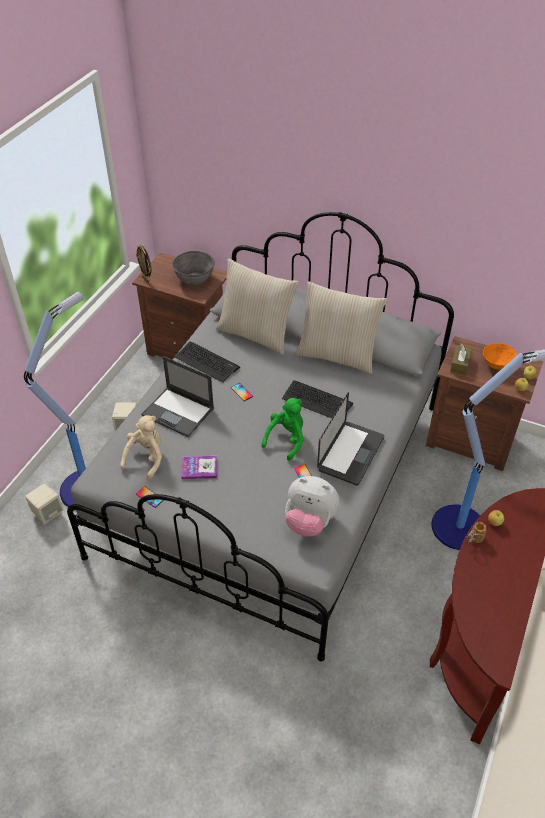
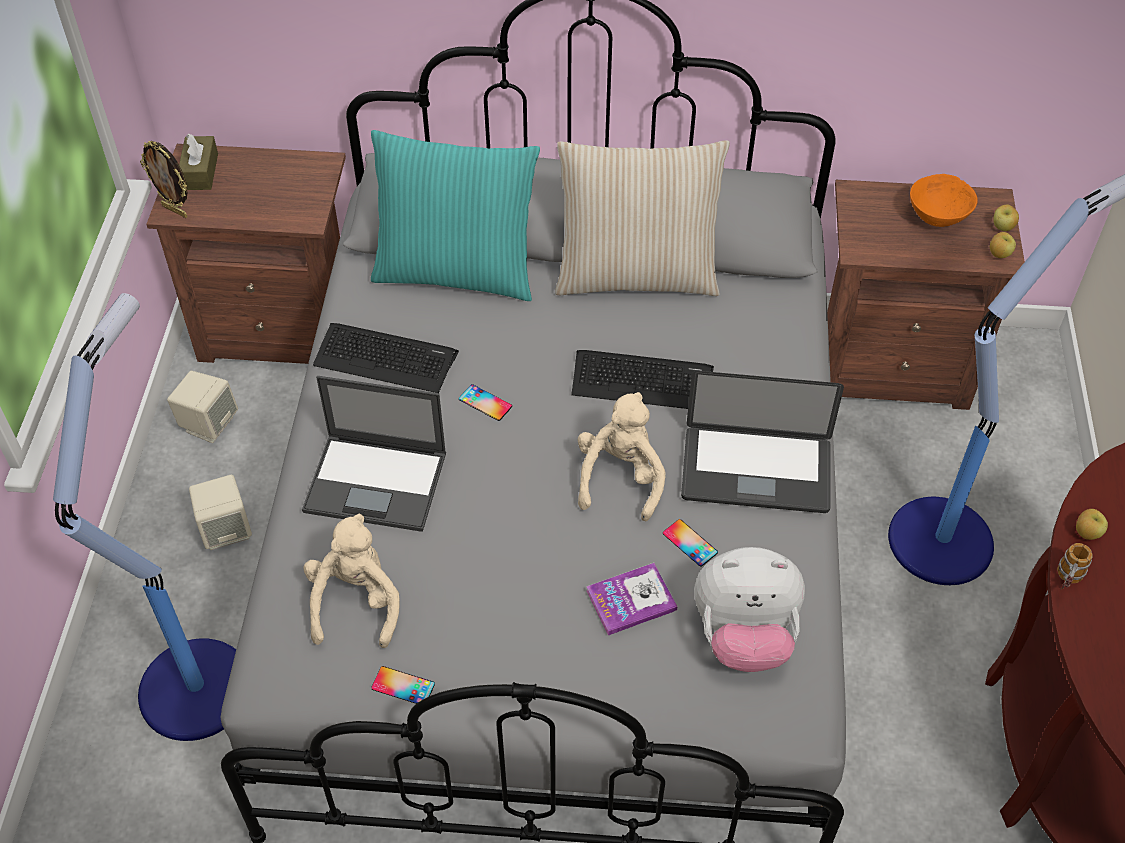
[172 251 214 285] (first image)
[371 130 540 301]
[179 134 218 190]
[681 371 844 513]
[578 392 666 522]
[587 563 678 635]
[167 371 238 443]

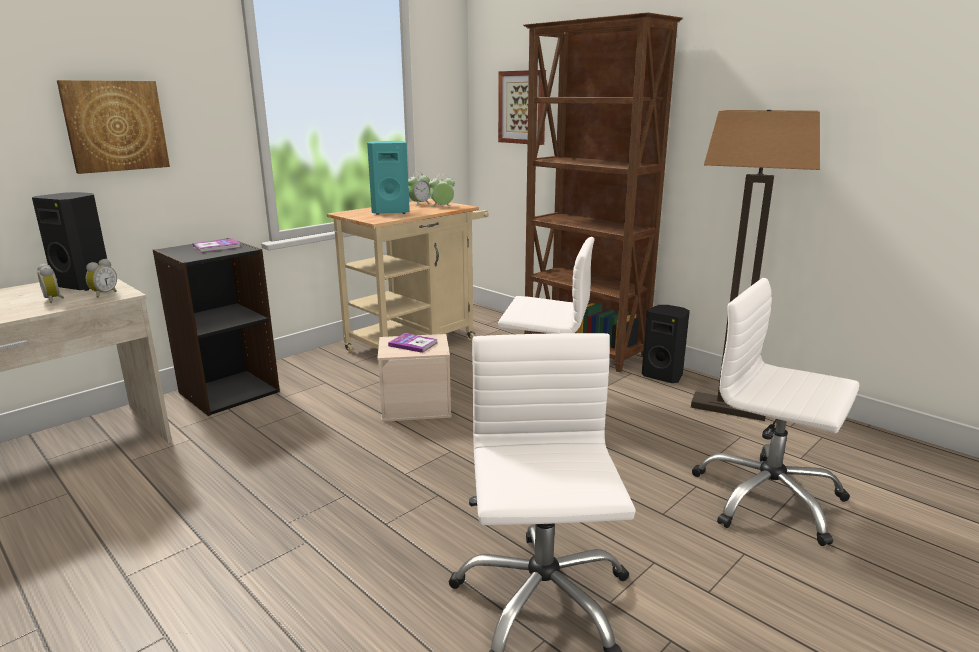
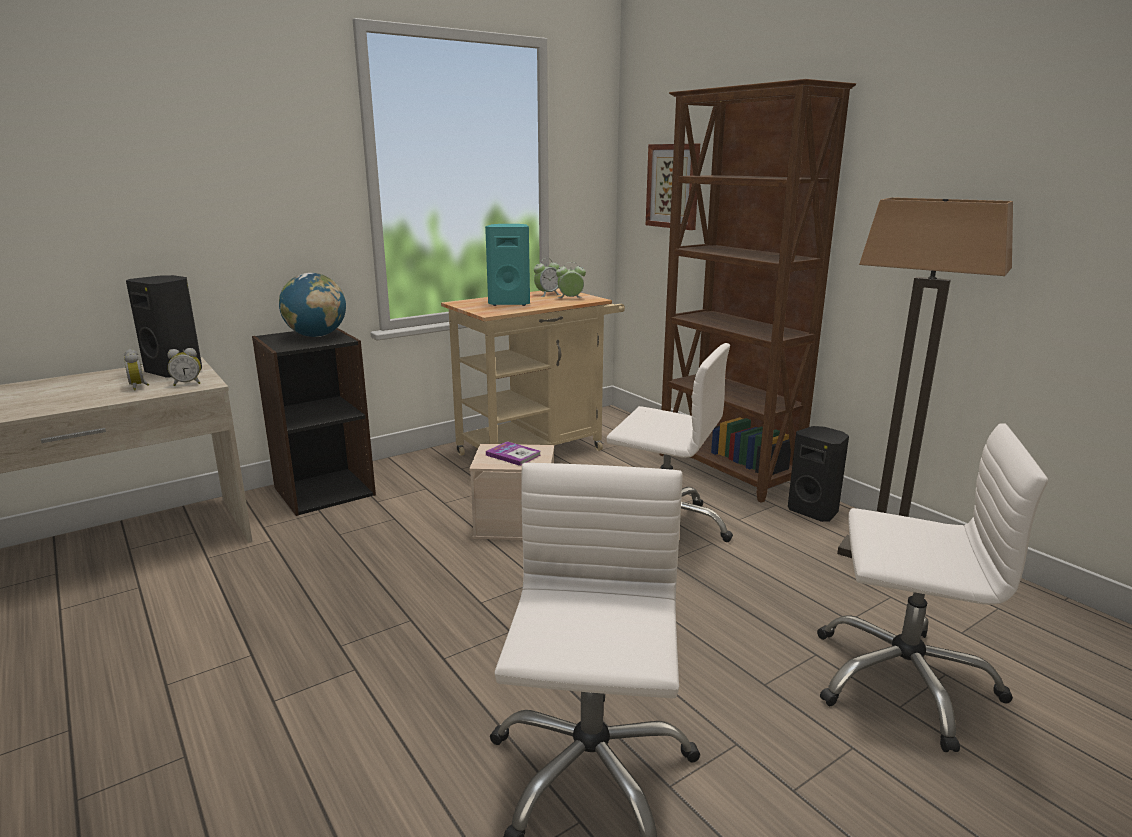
[57 80 170 174] (first image)
[279 273 346 337]
[168 348 201 386]
[817 423 1048 752]

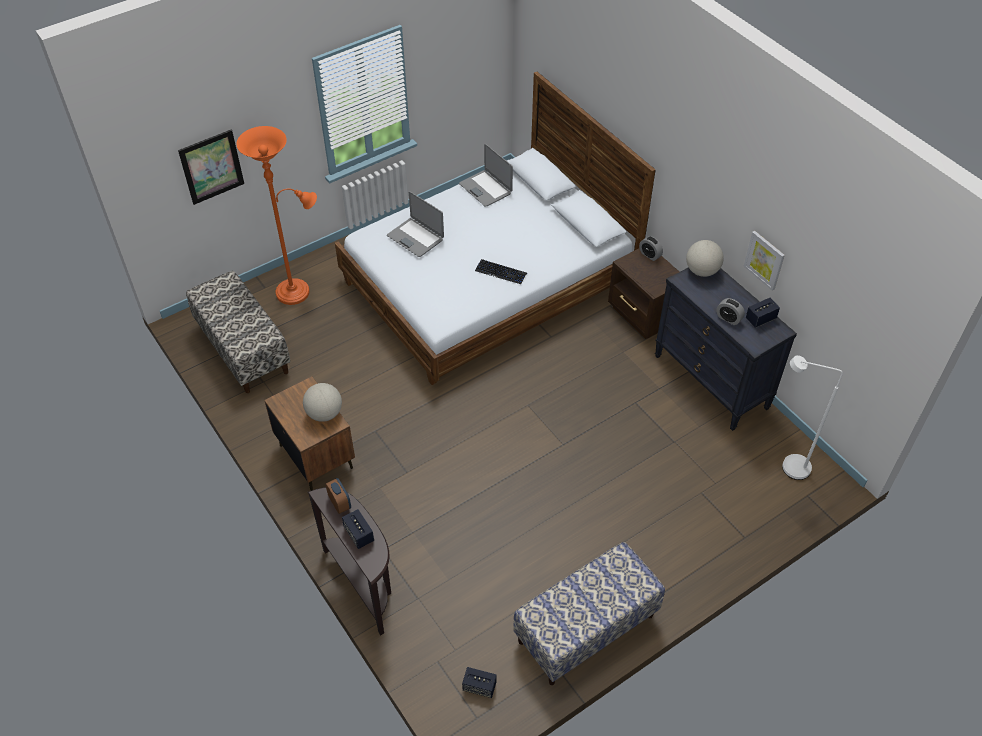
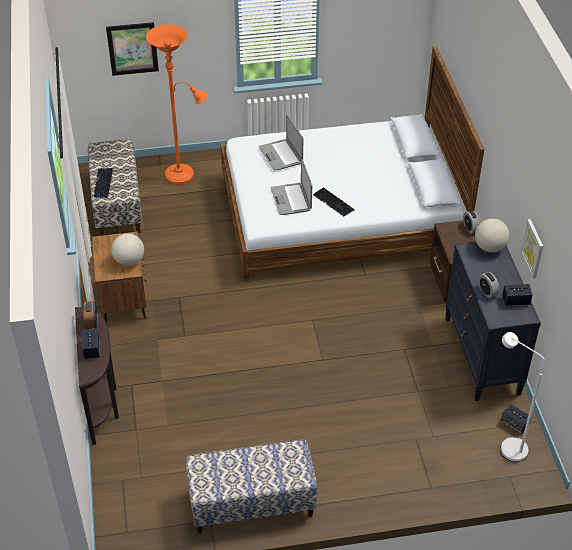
[271 159 312 215]
[501 404 531 434]
[94 168 113 197]

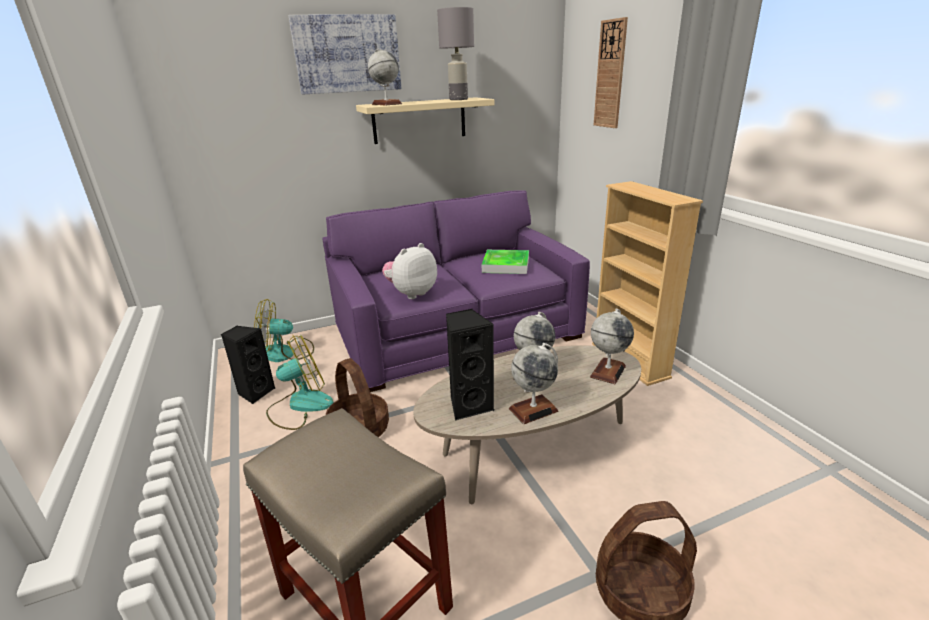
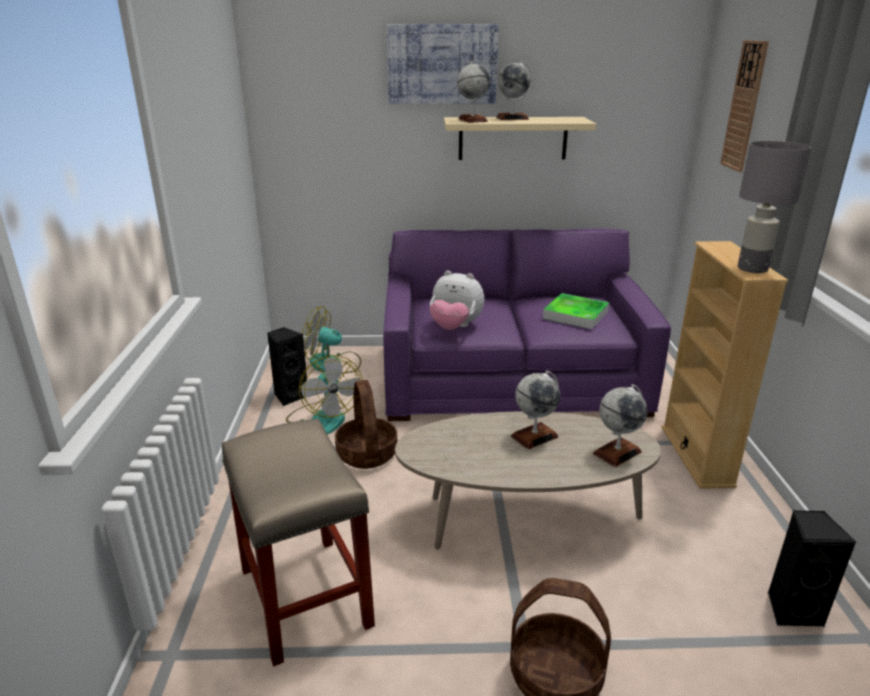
[738 141 811 273]
[430 271 484 330]
[768 510 856 628]
[286 355 362 434]
[496 61 533 120]

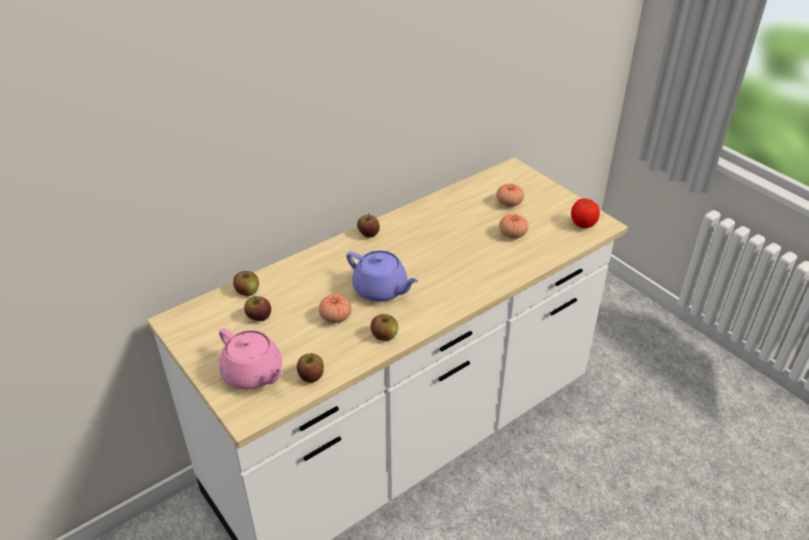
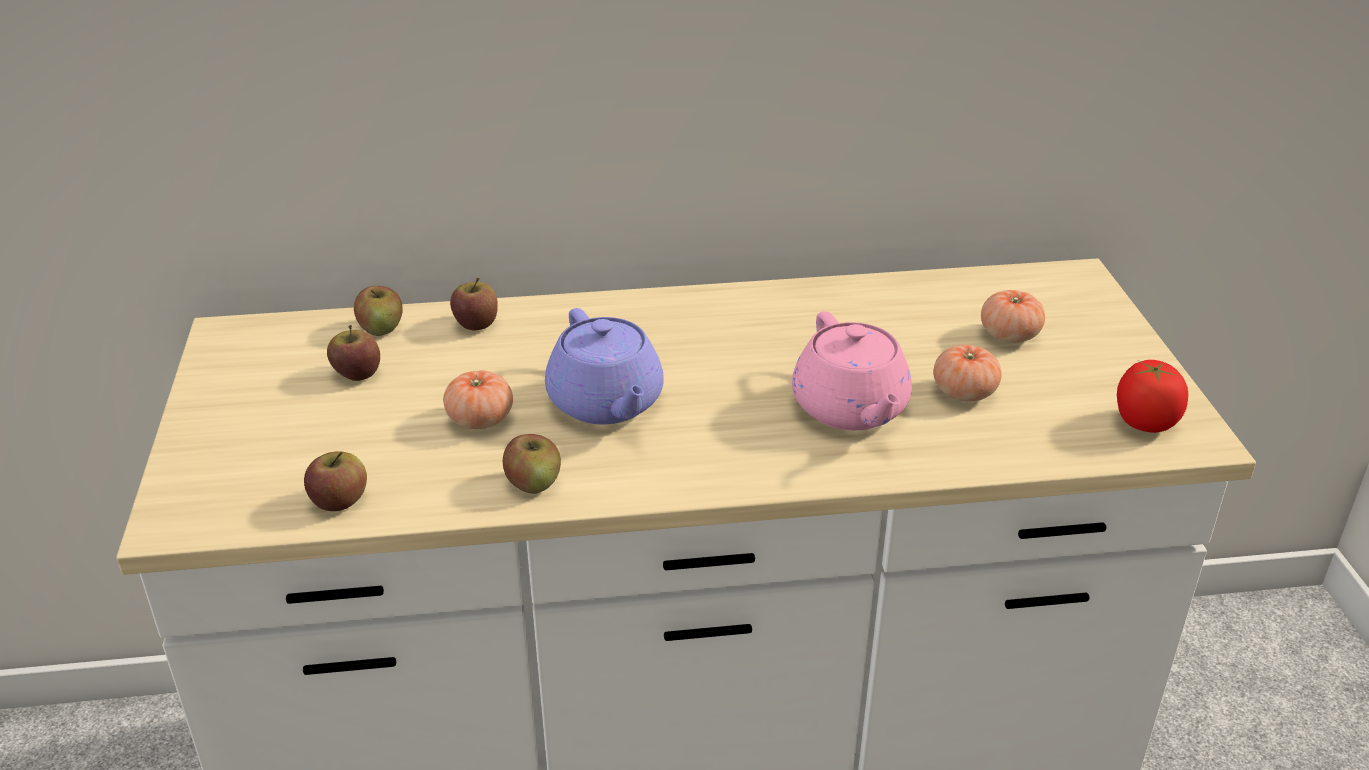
[450 278 498 330]
[792 311 912 430]

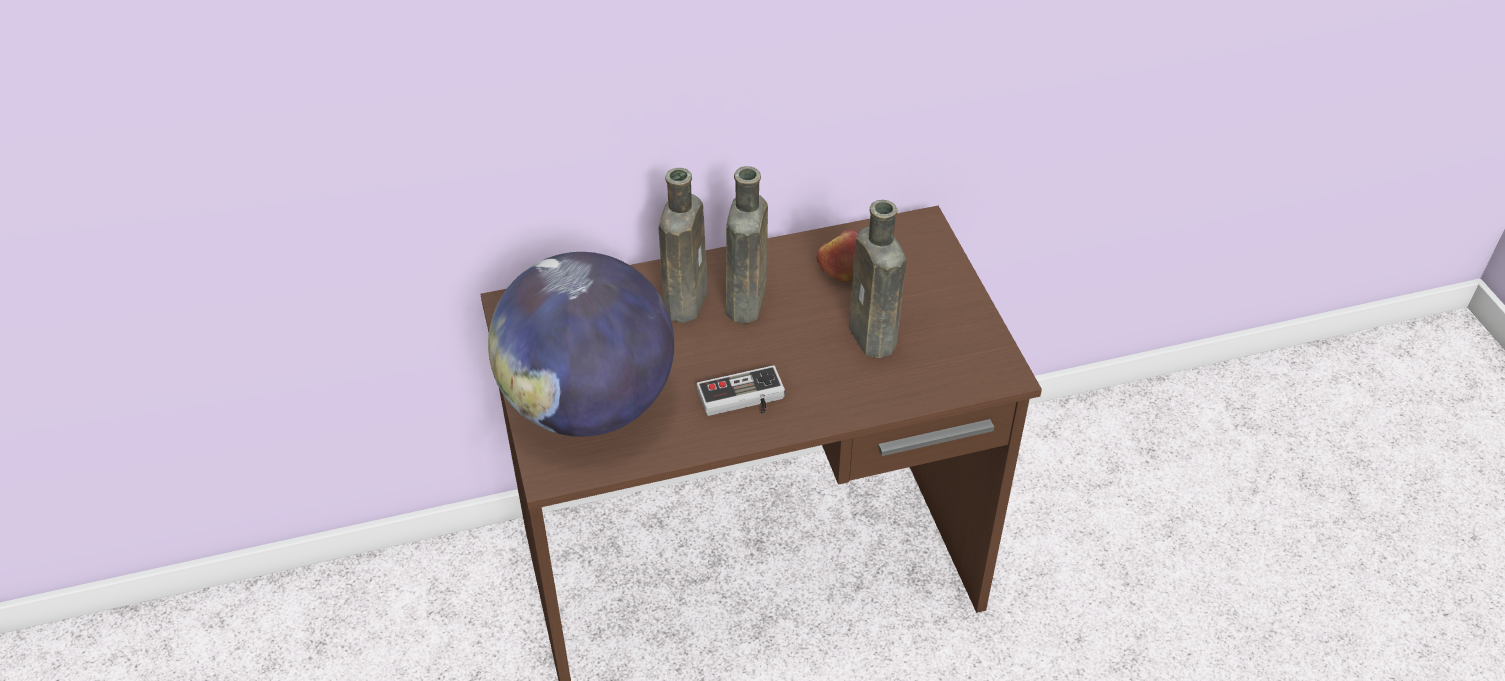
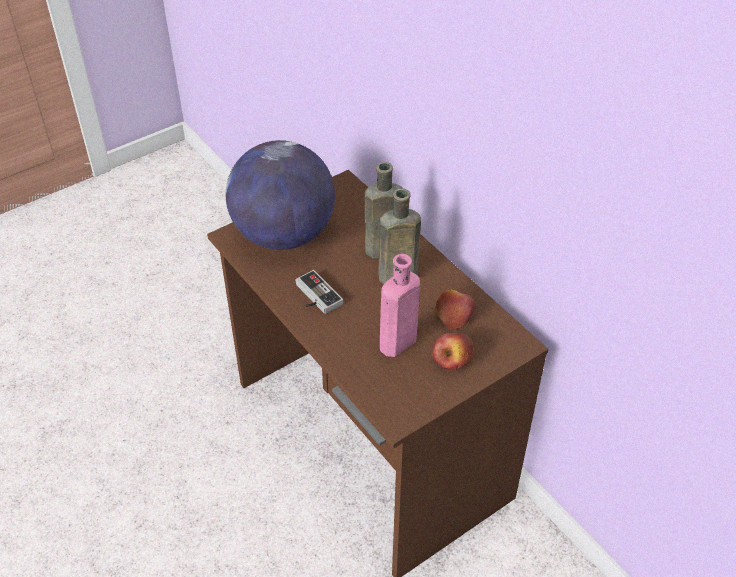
[380 254 420 357]
[432 333 475 371]

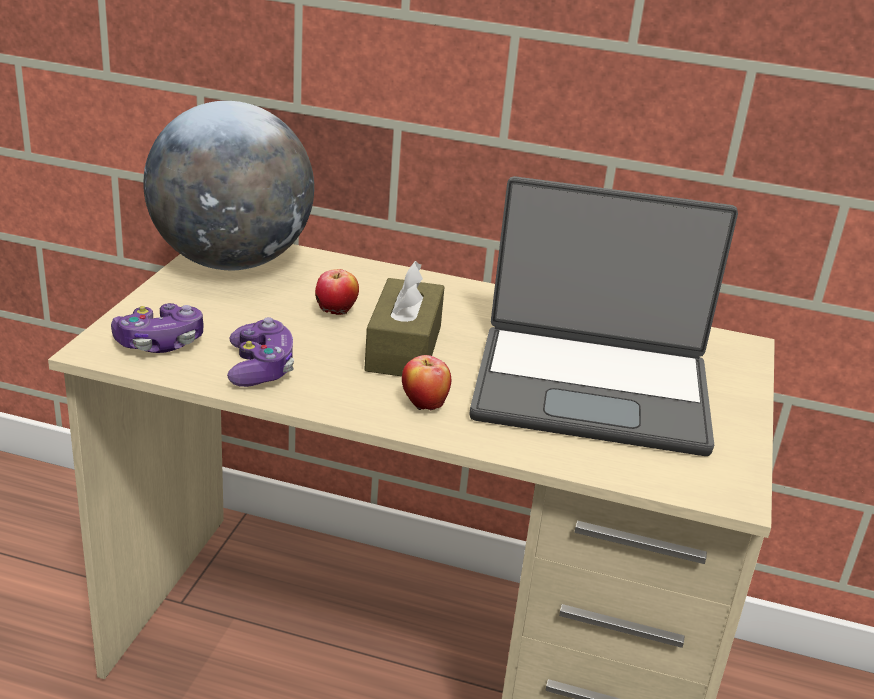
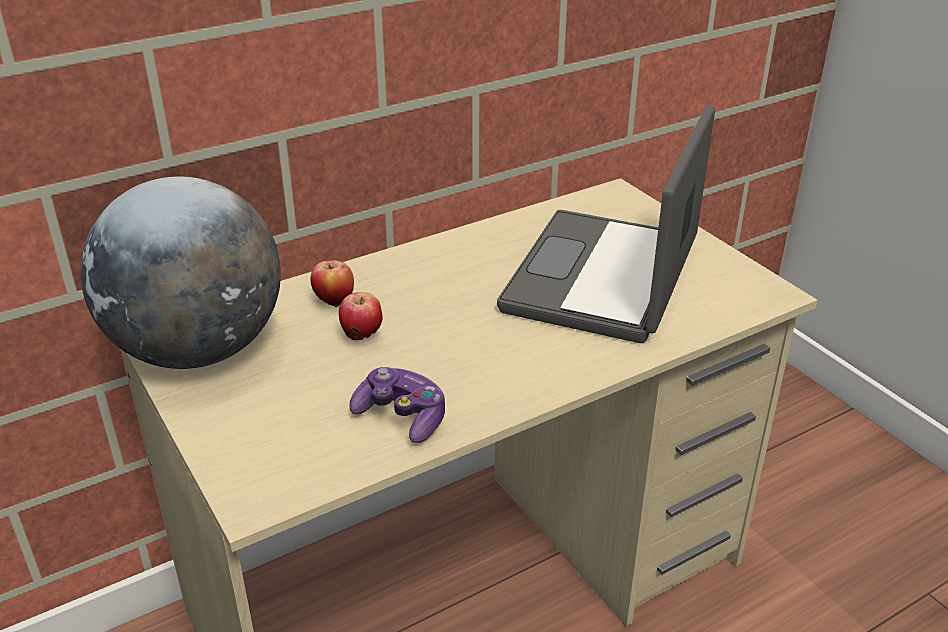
[497 105 715 343]
[364 261 445 377] (first image)
[111 303 204 353] (first image)
[310 260 354 307]

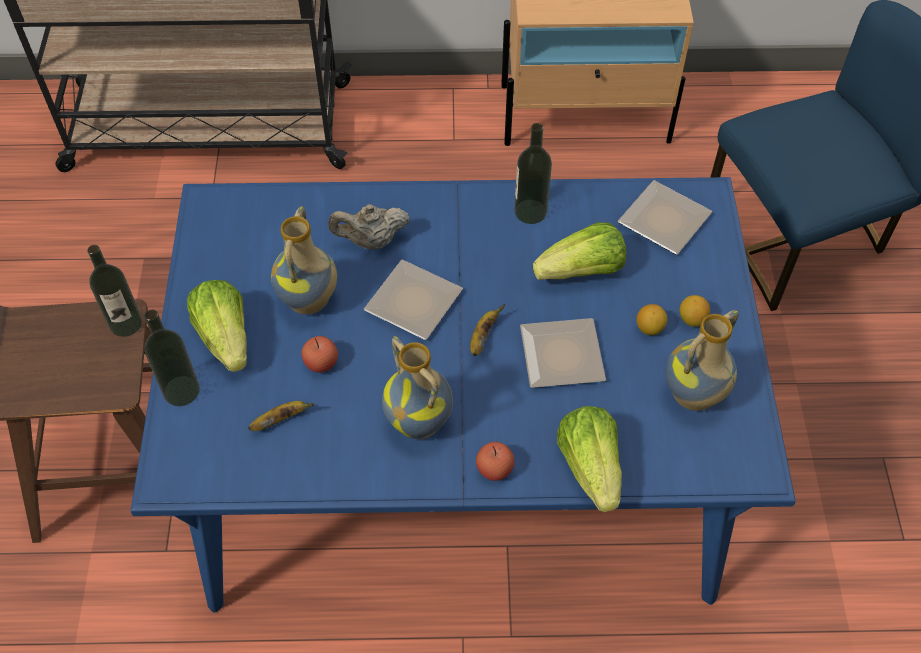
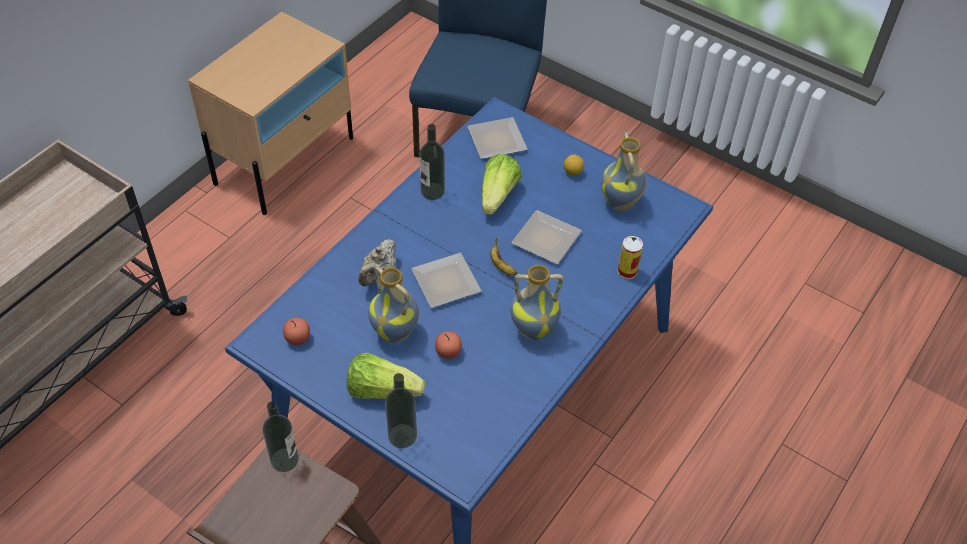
[636 304 667 335] (first image)
[248 401 314 431] (first image)
[618 236 643 279]
[283 318 310 345]

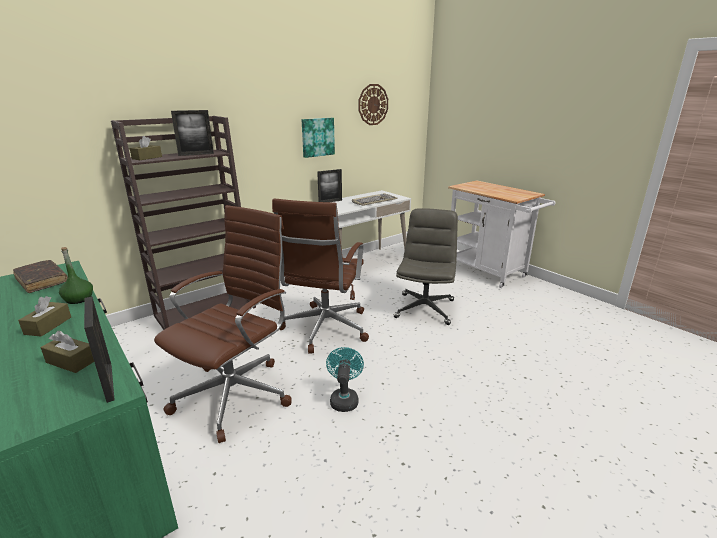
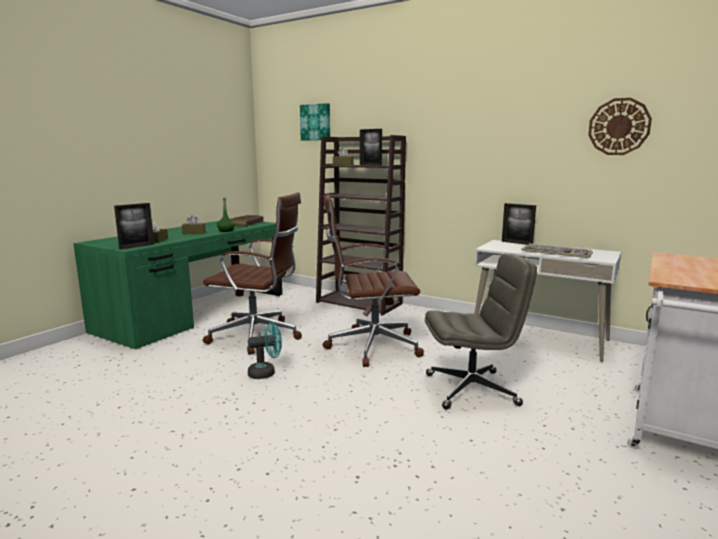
[300 103 330 141]

